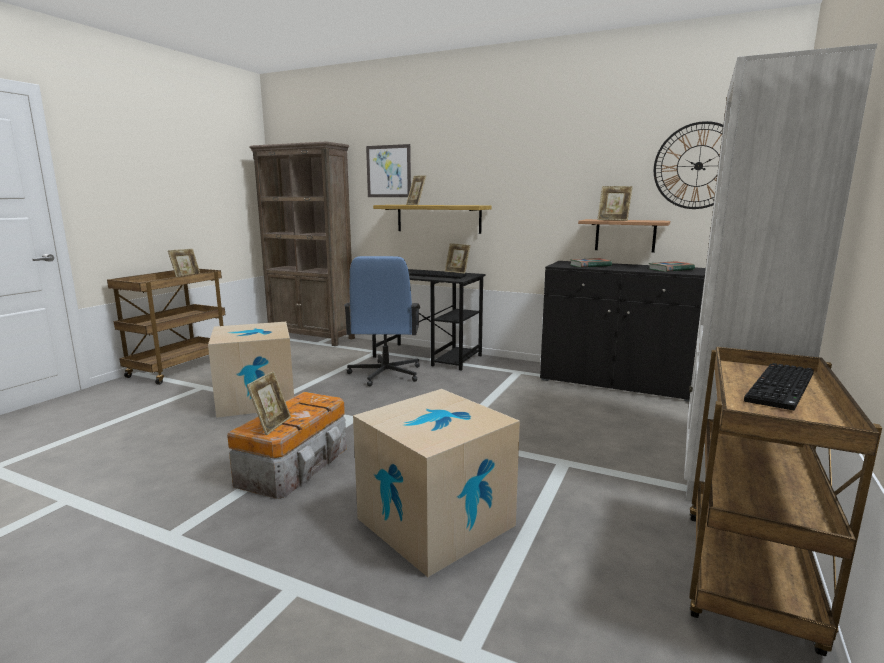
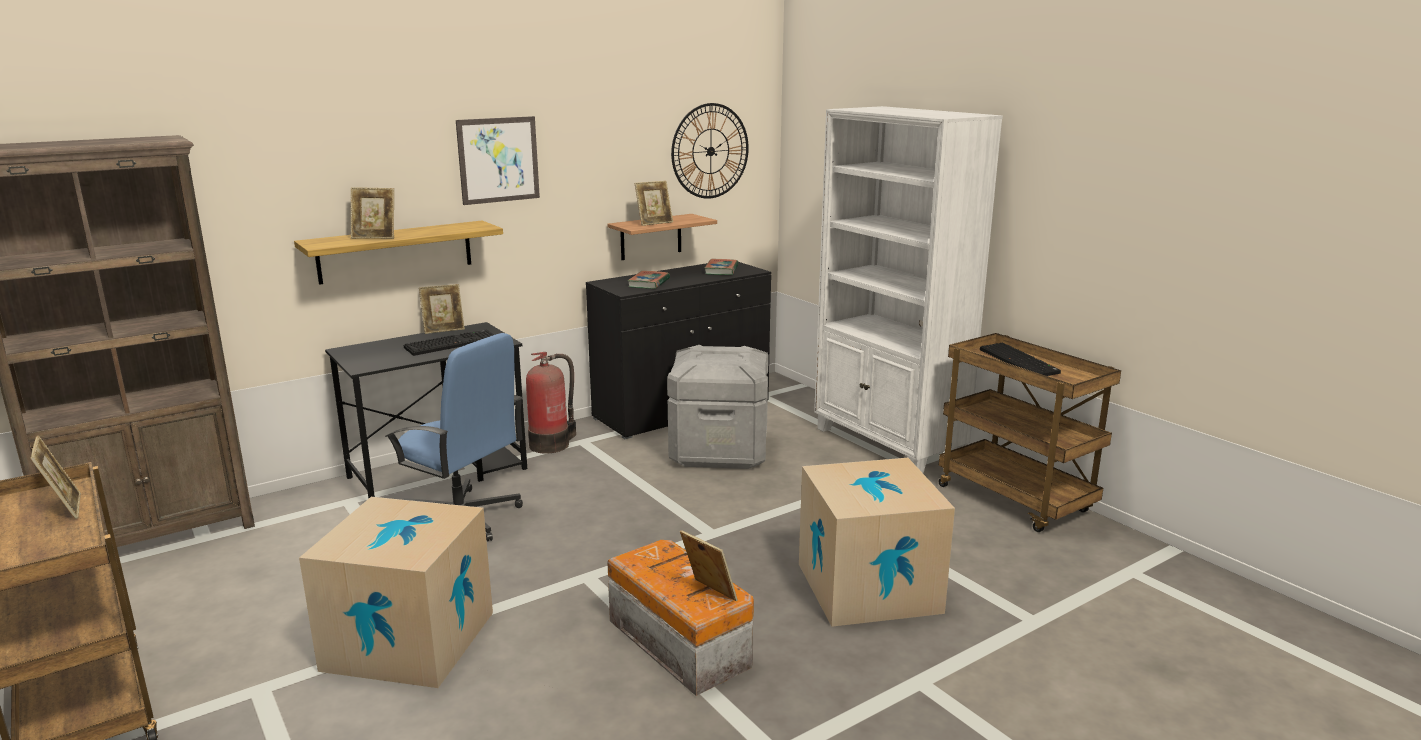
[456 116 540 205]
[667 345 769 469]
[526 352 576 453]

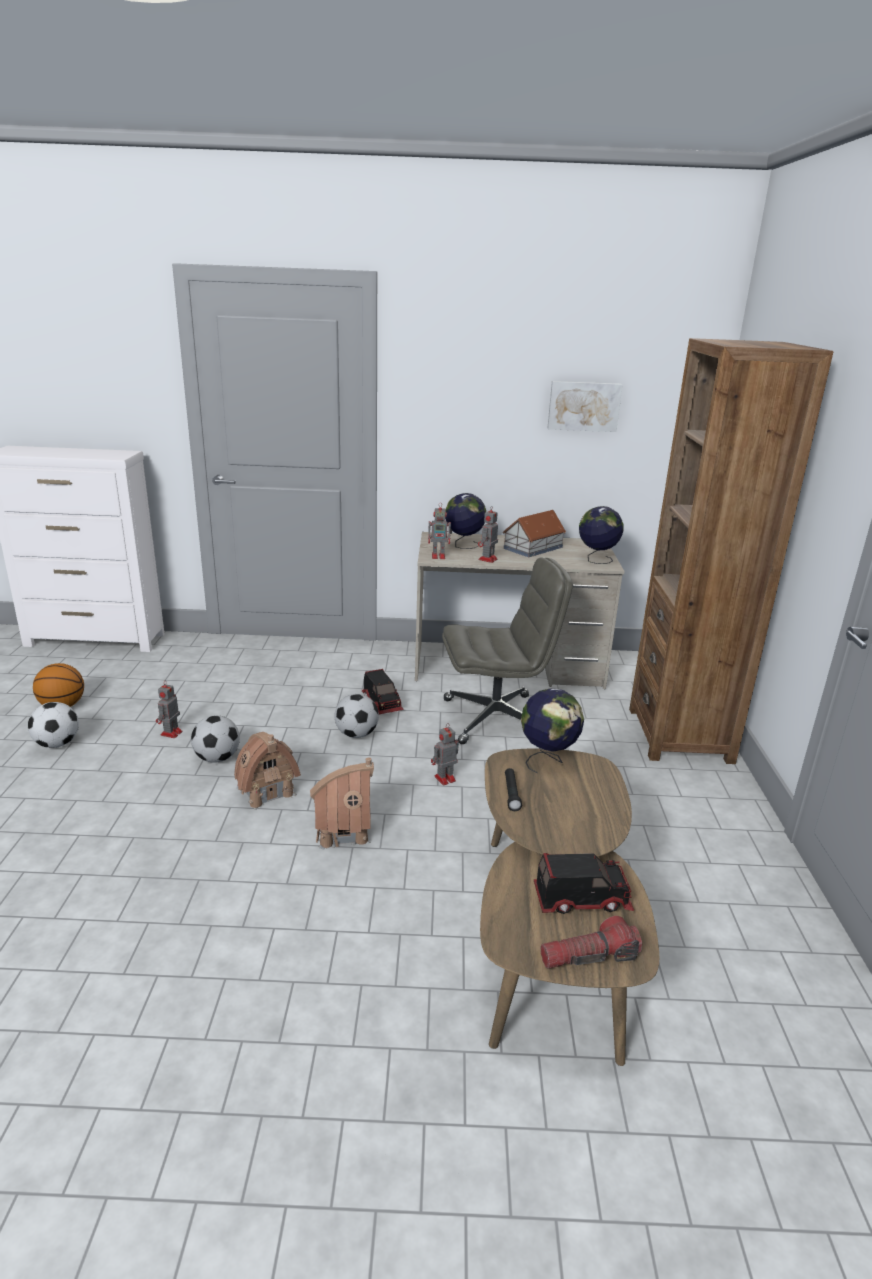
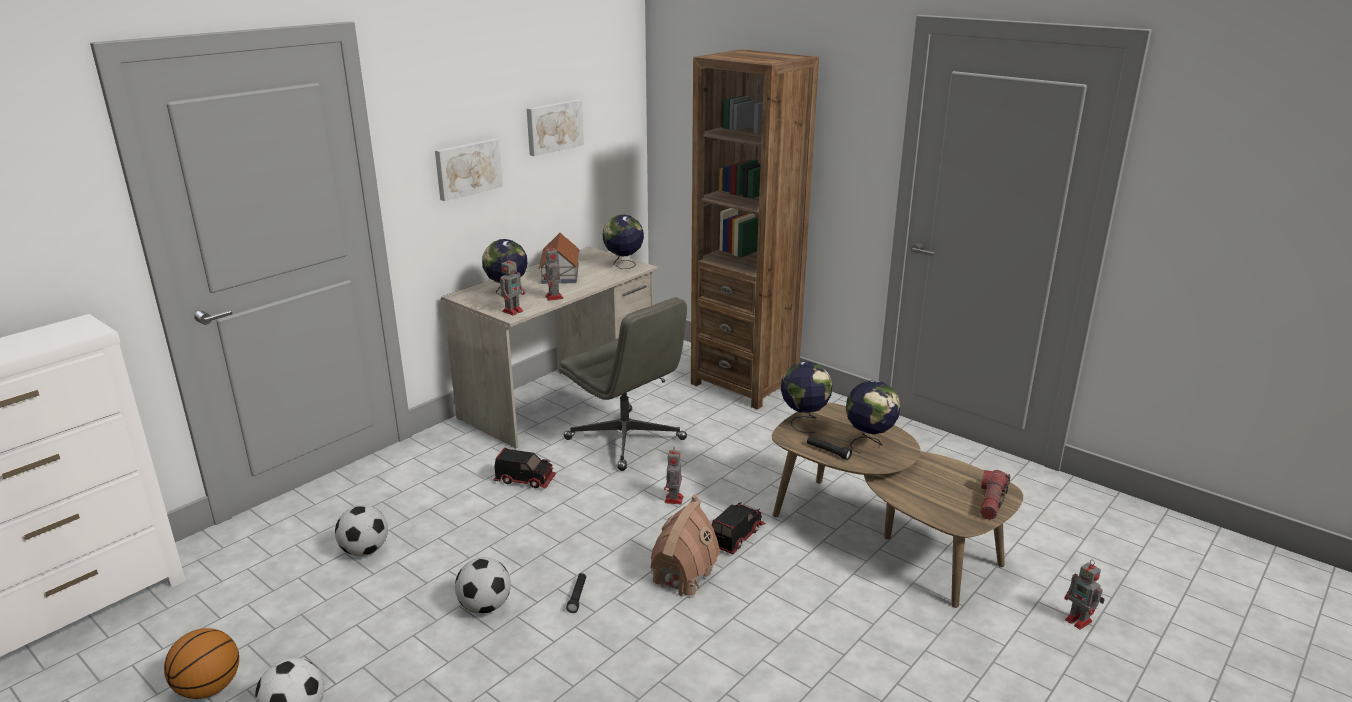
[559 297 687 471]
[1064 560 1105 630]
[335 505 388 556]
[566 573 586 613]
[712 502 766 554]
[435 138 503 201]
[846 380 901 454]

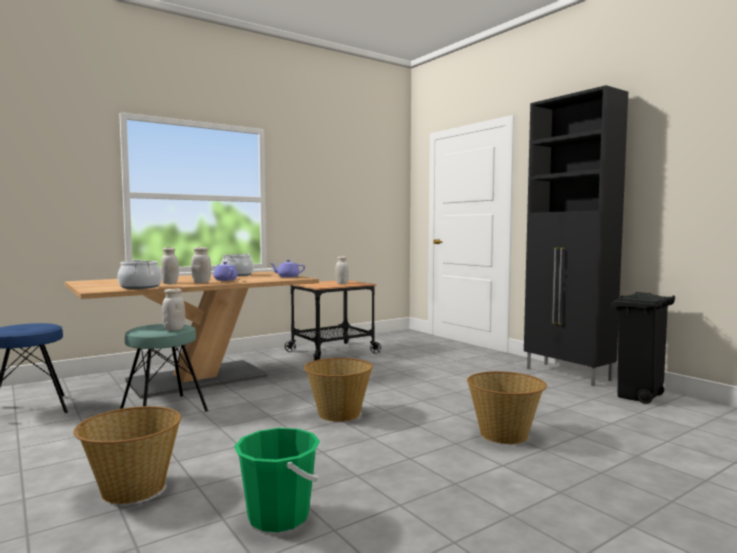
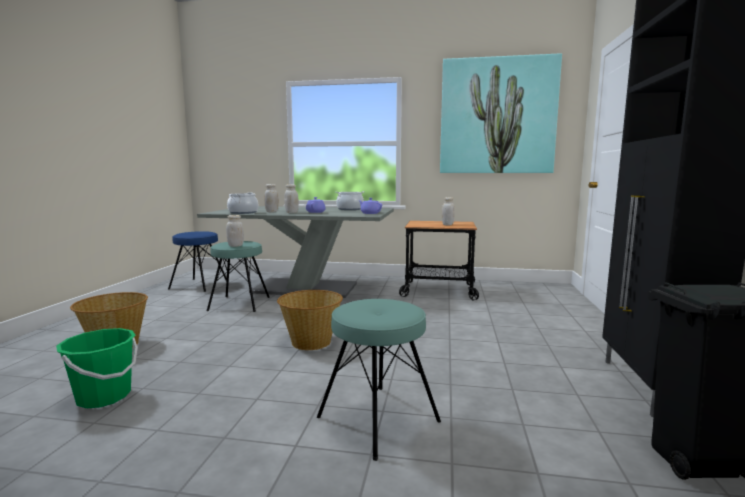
[197 206 394 298]
[317 299 441 461]
[440 53 562 173]

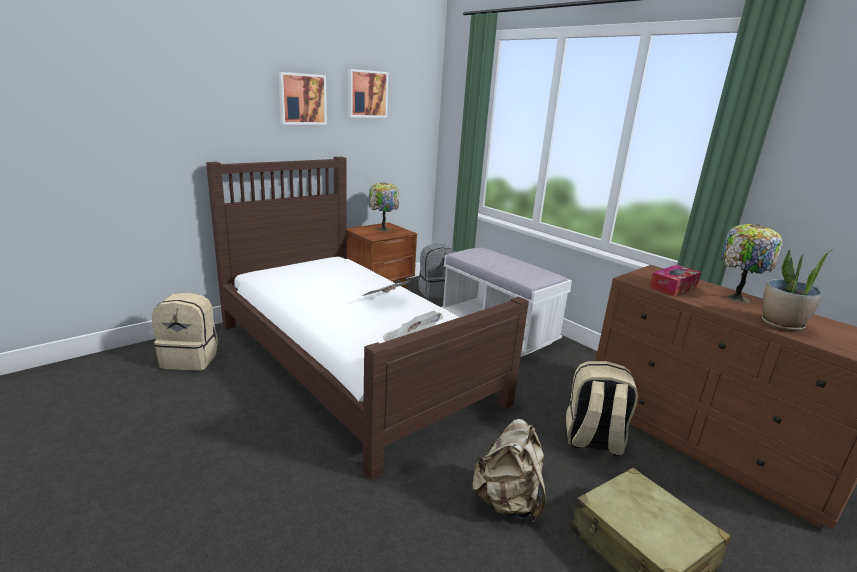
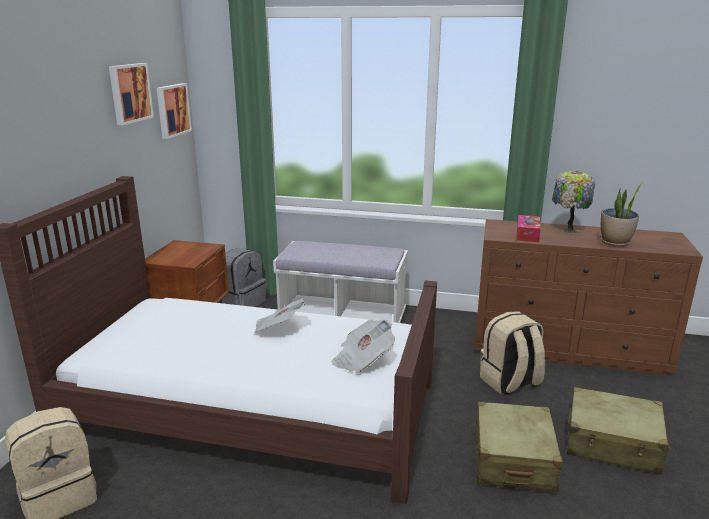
[156 83 192 139]
[369 182 399 231] (first image)
[474 402 563 492]

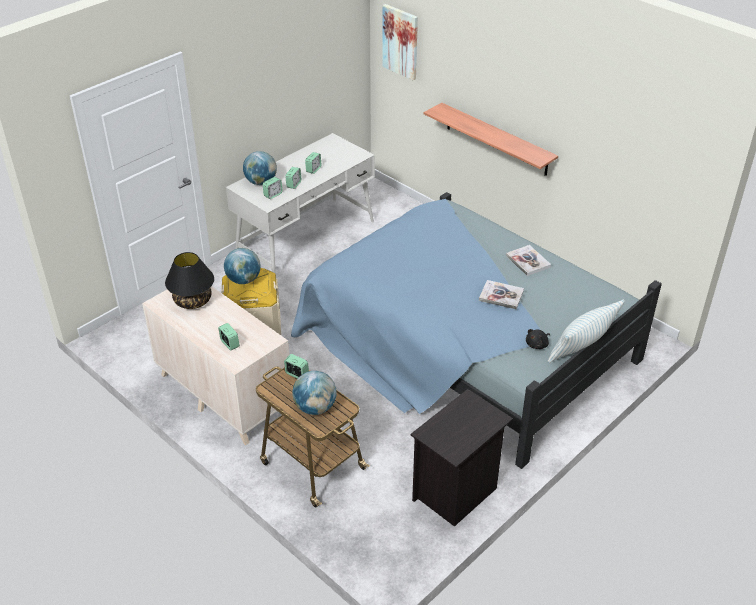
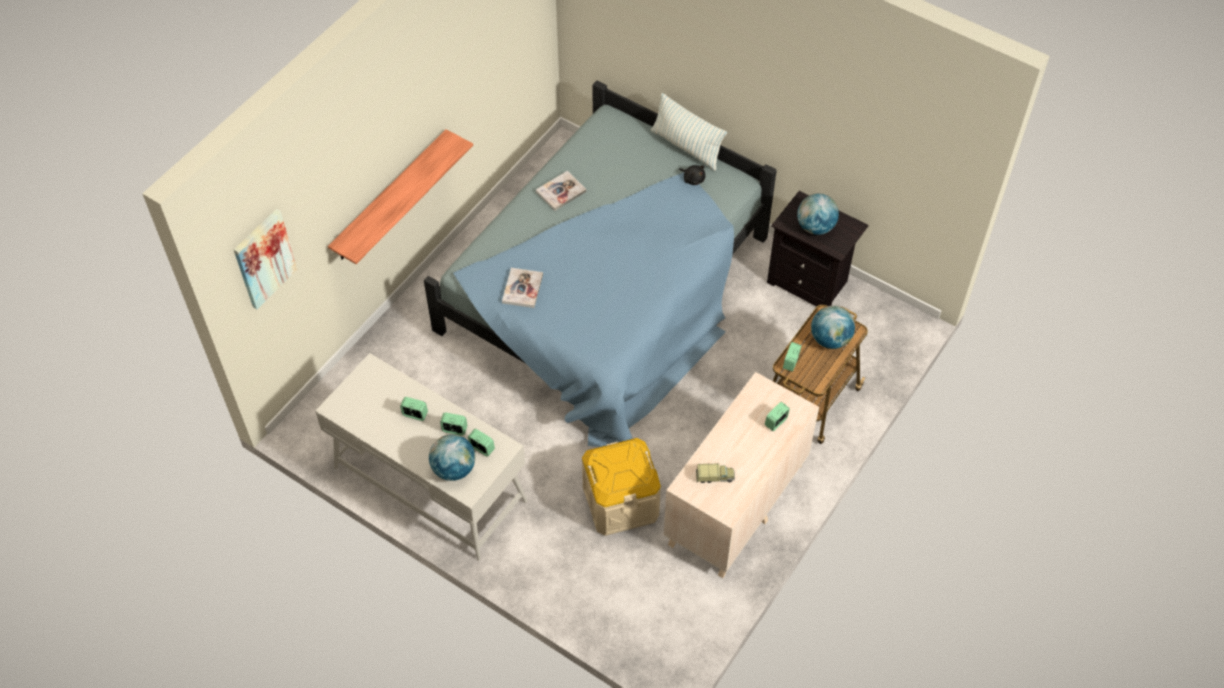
[797 194 839 235]
[696 463 735 483]
[502 268 543 308]

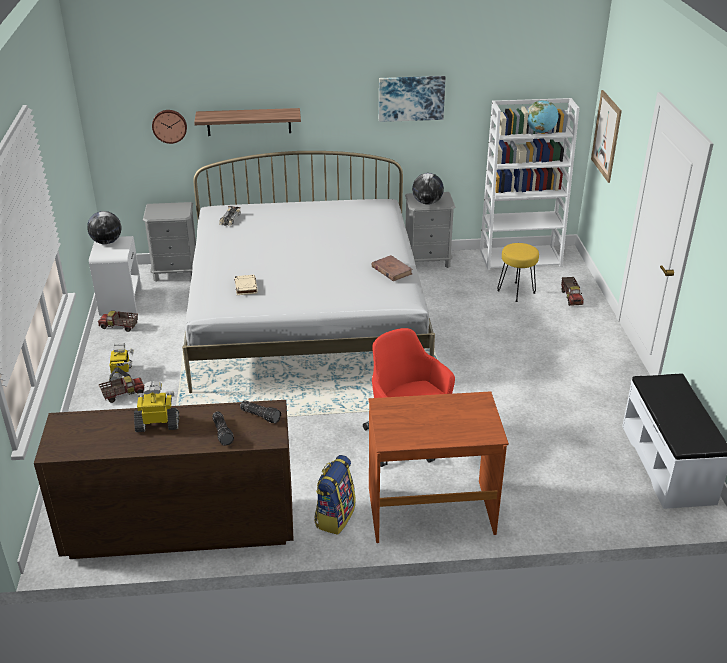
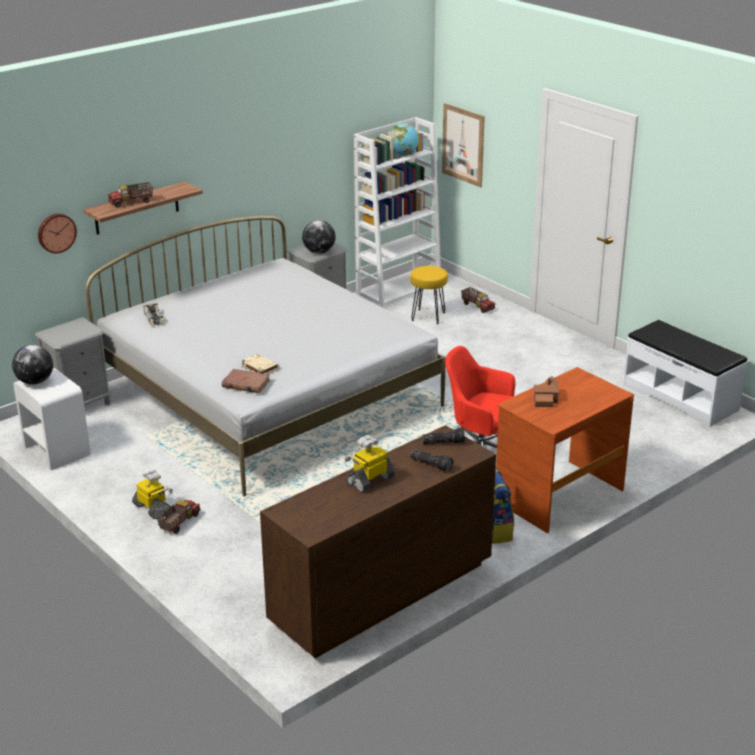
[379 76 446 122] (first image)
[222 369 270 393]
[108 182 153 208]
[534 376 559 407]

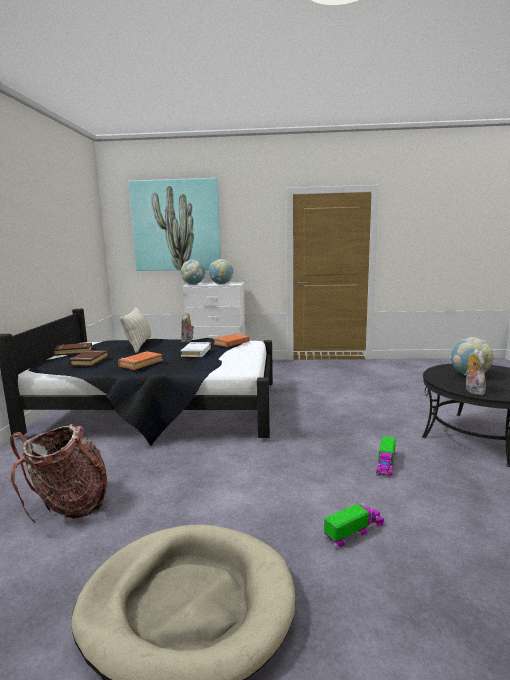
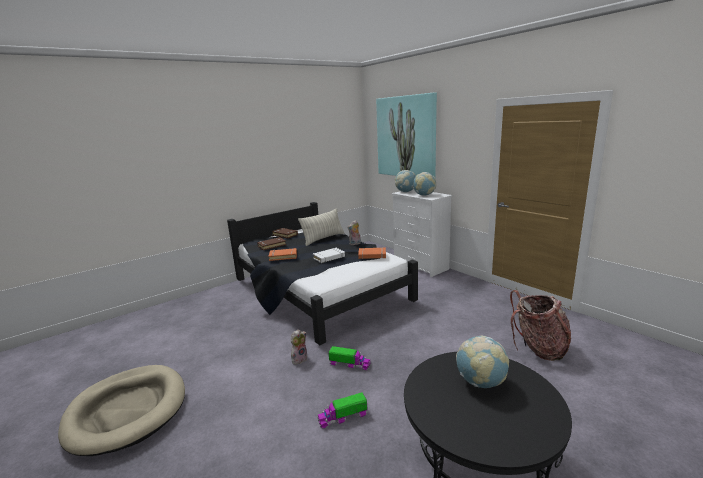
[291 330 307 365]
[510 290 571 361]
[329 346 371 370]

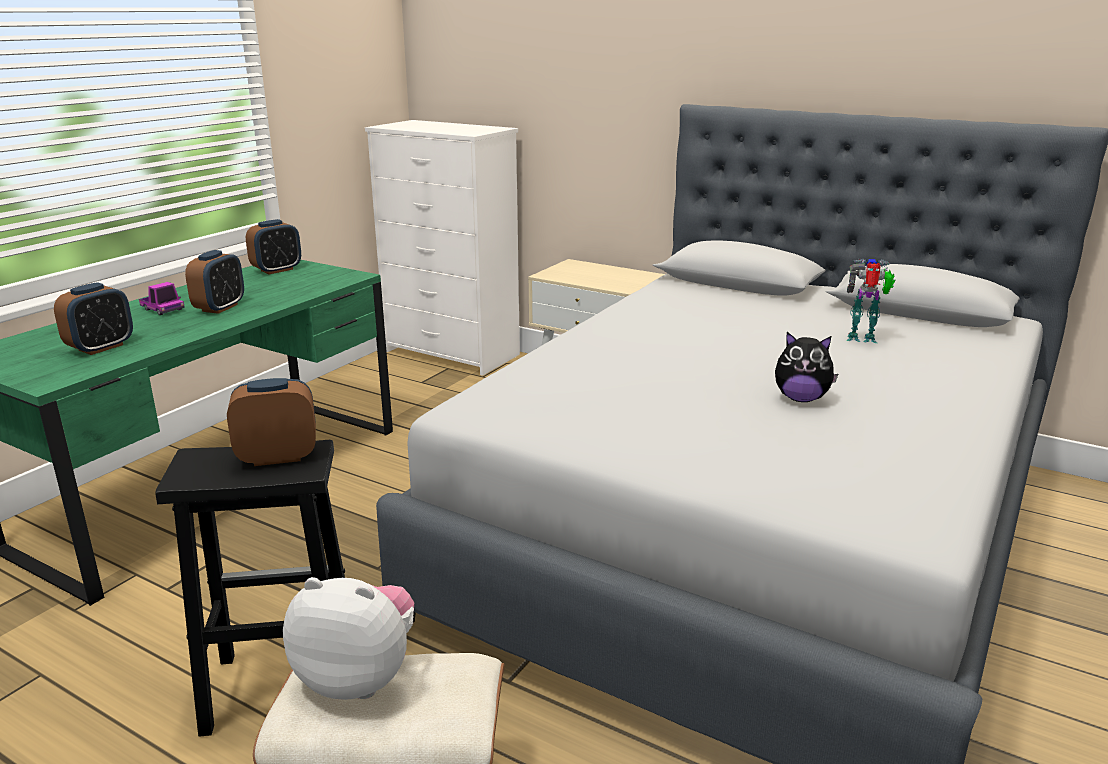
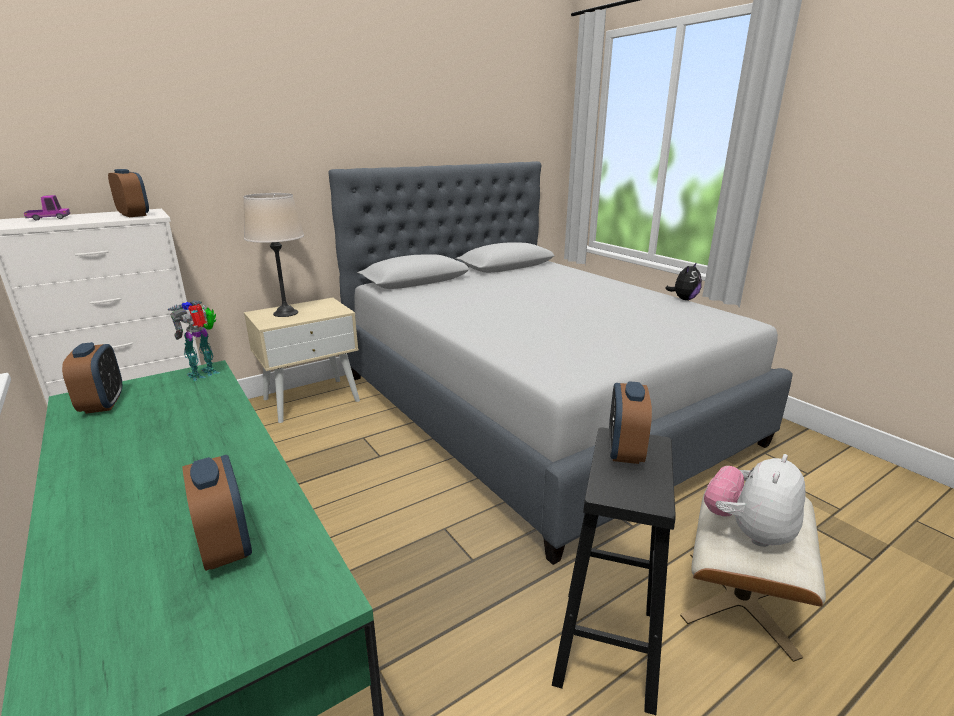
[108 169 149 217]
[167 300 221 381]
[24 195 70 220]
[665 262 702 300]
[243 193 304 317]

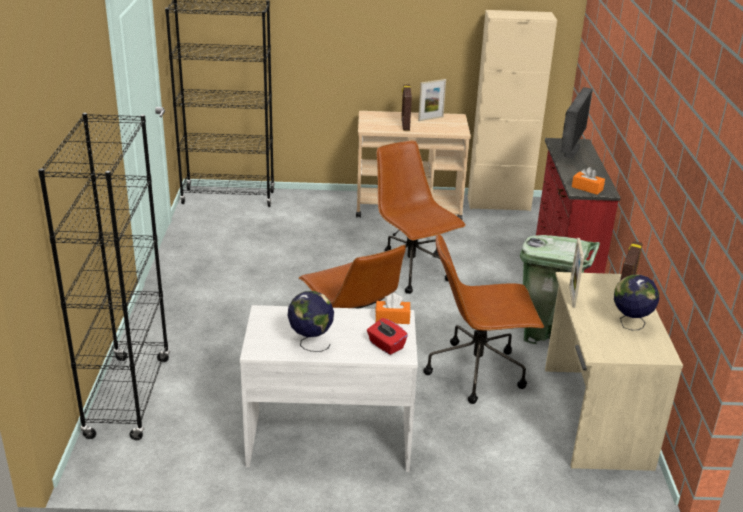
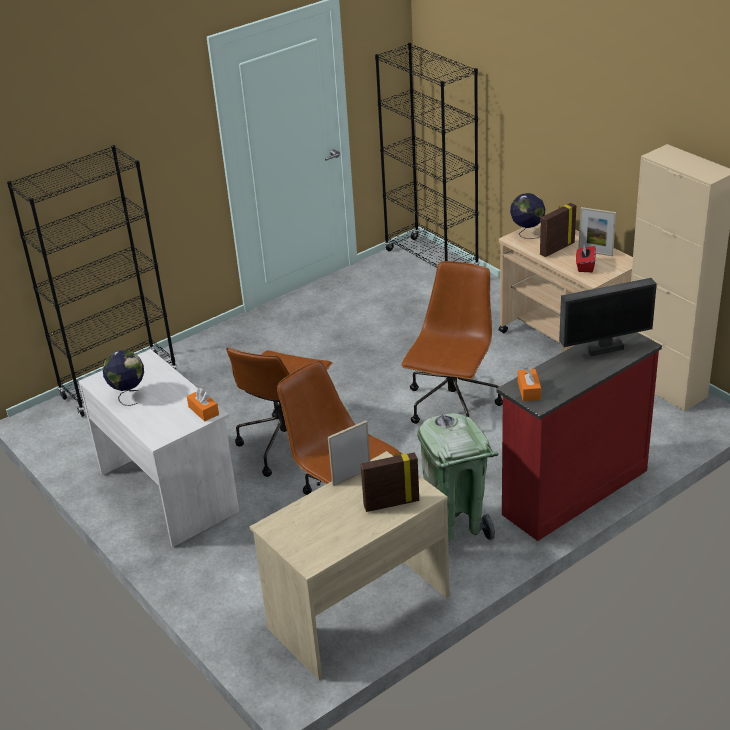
[510 193 545 239]
[576 245 596 272]

